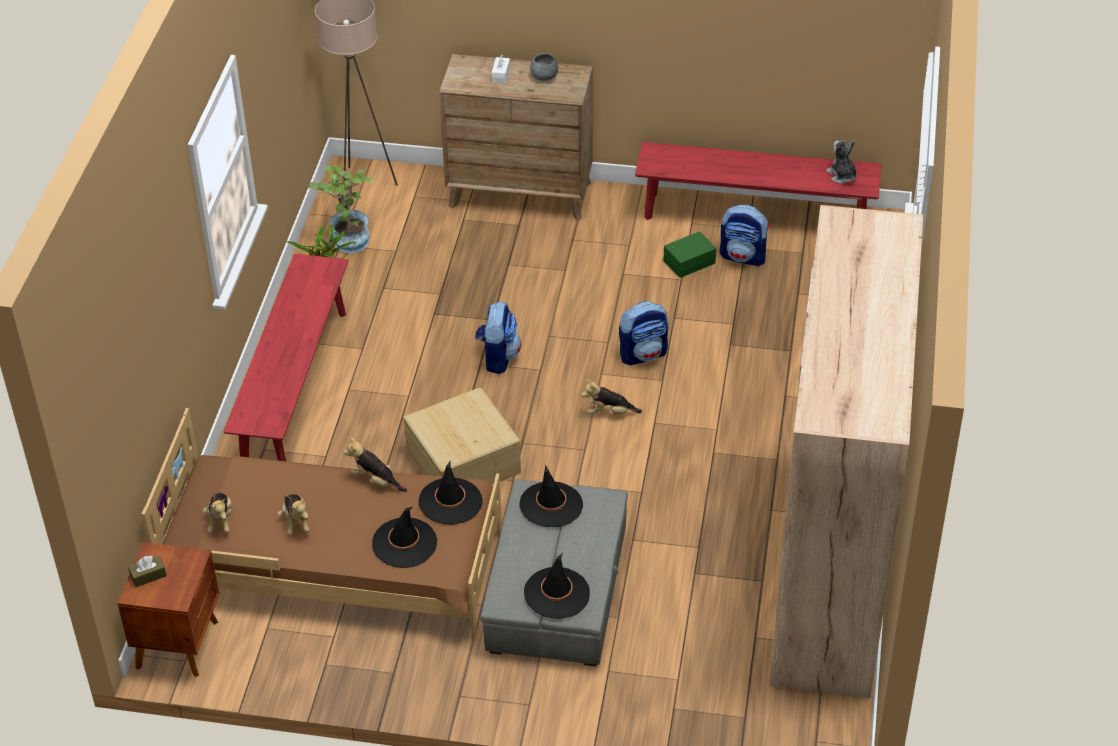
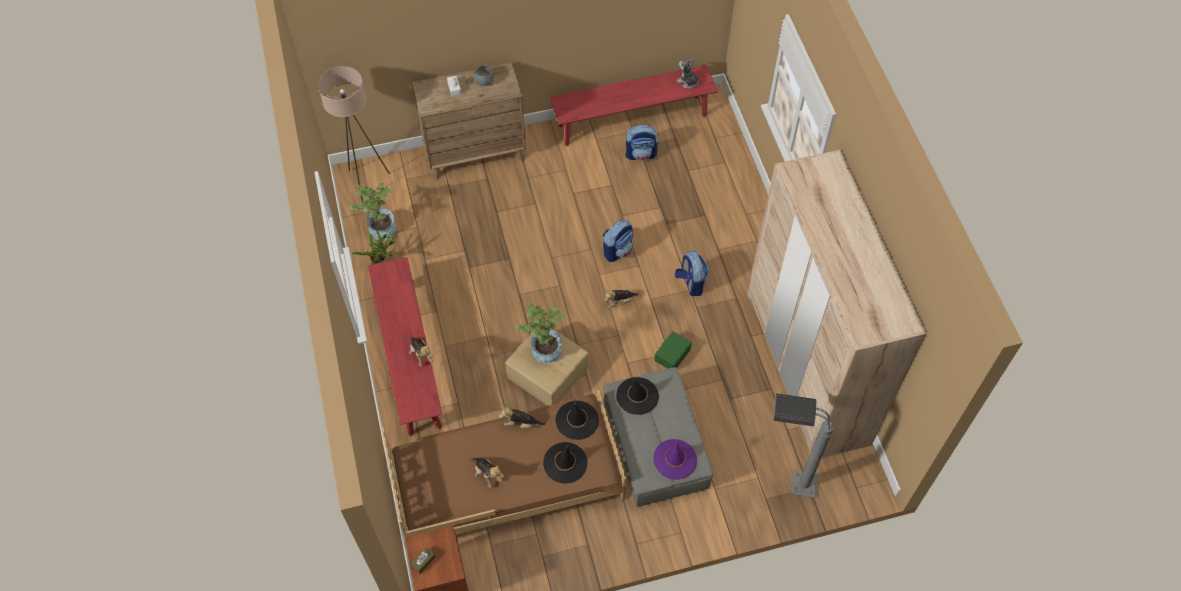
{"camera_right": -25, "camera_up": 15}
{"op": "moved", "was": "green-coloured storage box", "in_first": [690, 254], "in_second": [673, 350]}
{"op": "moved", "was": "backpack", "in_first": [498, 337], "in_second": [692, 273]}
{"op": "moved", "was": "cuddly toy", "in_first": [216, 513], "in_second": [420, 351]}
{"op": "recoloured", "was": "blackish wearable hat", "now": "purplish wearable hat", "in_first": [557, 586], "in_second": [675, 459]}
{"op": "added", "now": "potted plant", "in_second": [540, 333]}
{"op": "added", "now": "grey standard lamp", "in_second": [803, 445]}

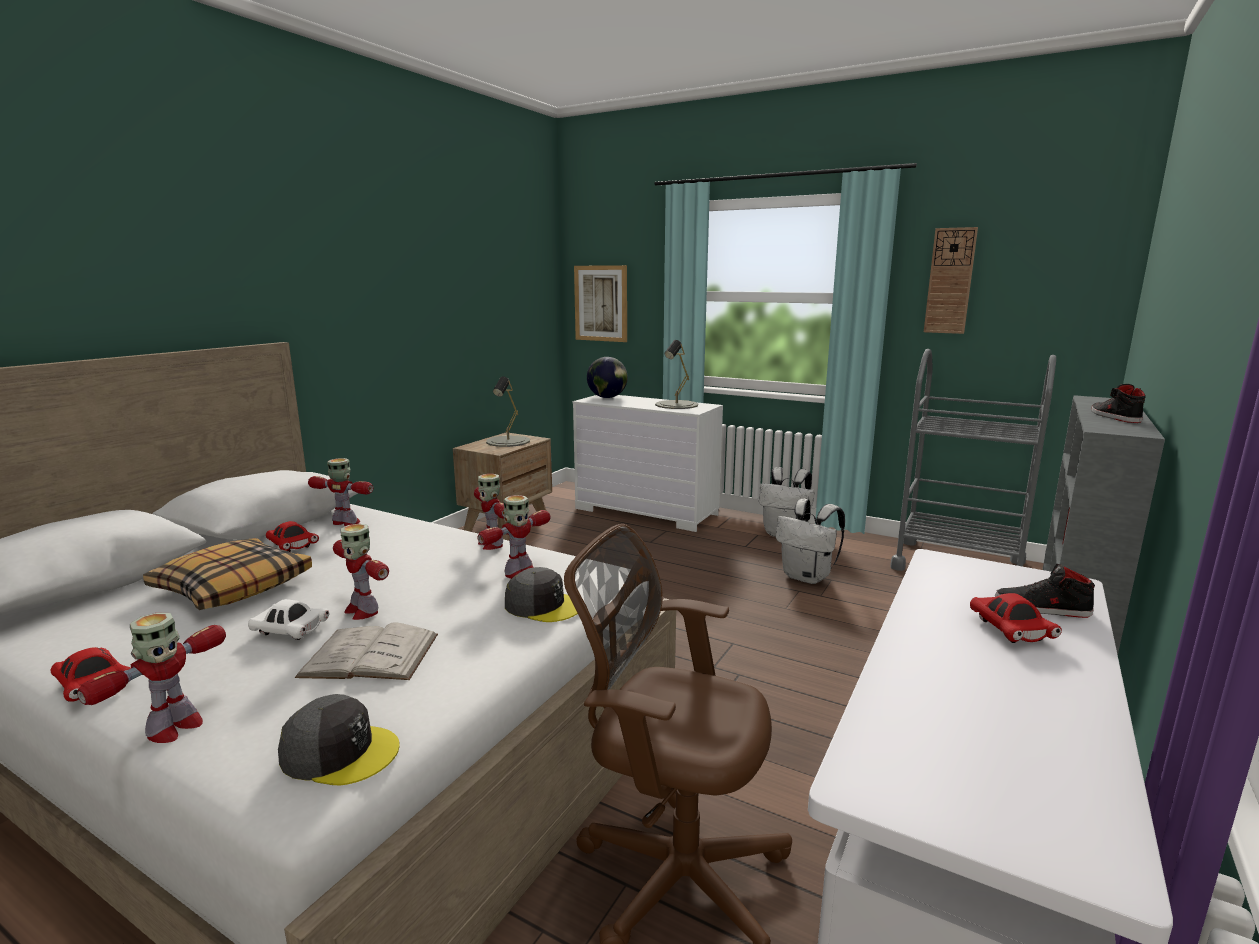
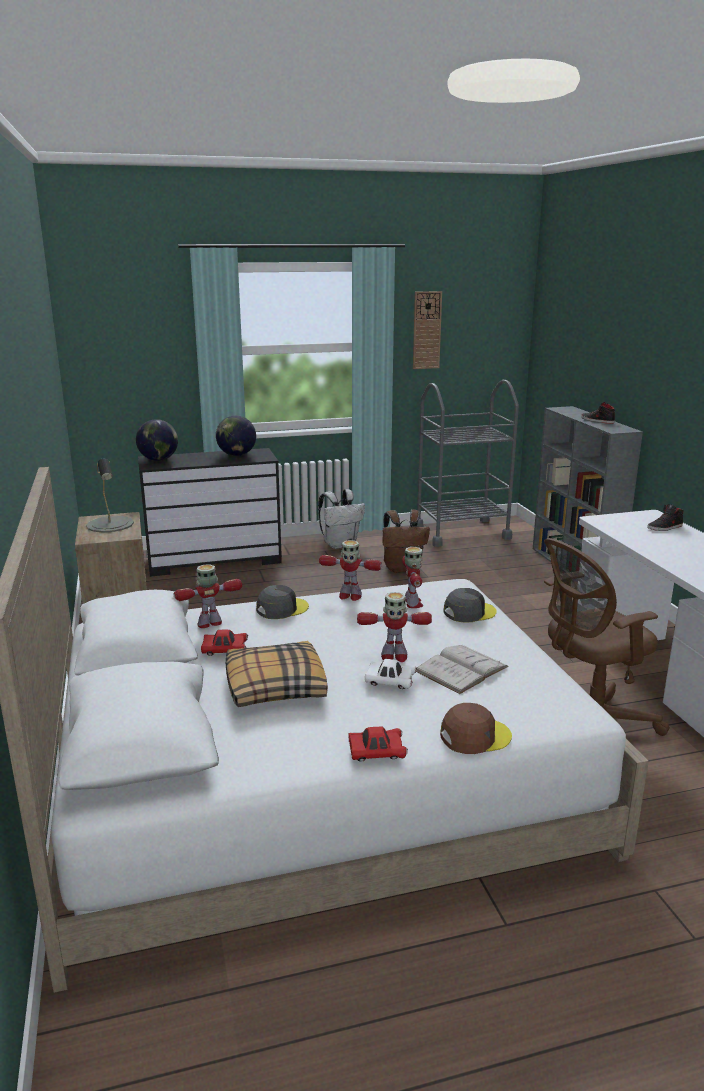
{"camera_right": -45, "camera_up": 5}
{"op": "removed", "was": "wall art", "in_first": [600, 303]}
{"op": "replaced", "was": "grey table lamp", "now": "globe", "in_first": [676, 374], "in_second": [236, 435]}
{"op": "recoloured", "was": "white dresser", "now": "blackish dresser", "in_first": [648, 463], "in_second": [210, 512]}
{"op": "recoloured", "was": "white backpack", "now": "brown-coloured backpack", "in_first": [810, 541], "in_second": [406, 541]}
{"op": "removed", "was": "red-coloured miniature car", "in_first": [1016, 618]}
{"op": "turned", "was": "white miniature car", "in_first": [288, 619], "in_second": [391, 674], "clockwise": 45}
{"op": "replaced", "was": "toy robot", "now": "brown-coloured peaked cap", "in_first": [151, 677], "in_second": [476, 728]}
{"op": "moved", "was": "grey peaked cap", "in_first": [339, 739], "in_second": [282, 602]}

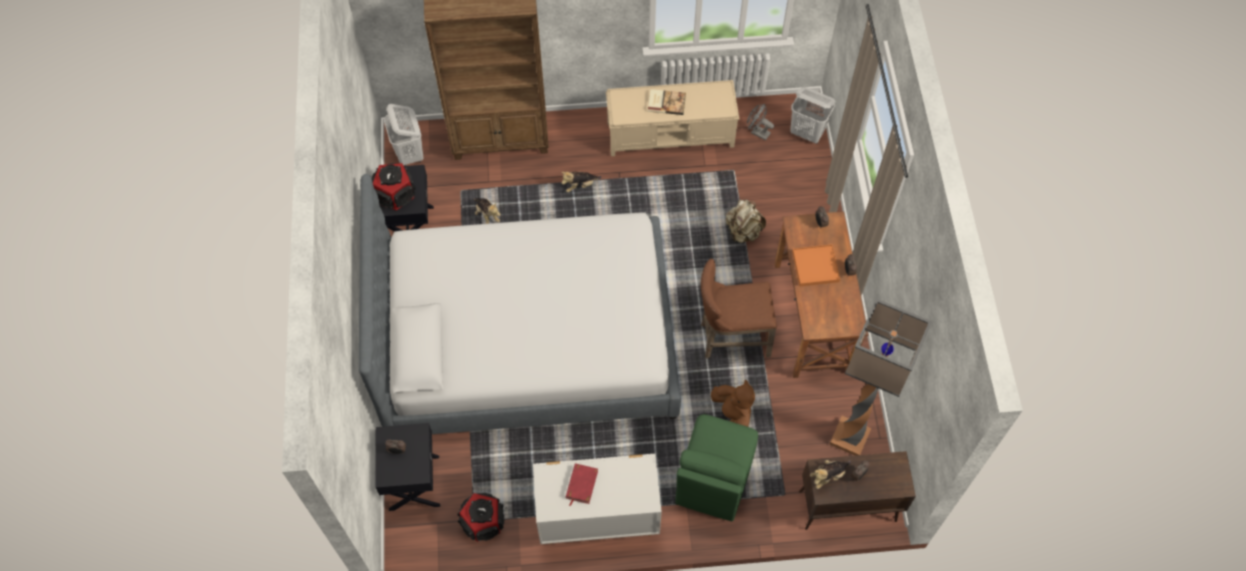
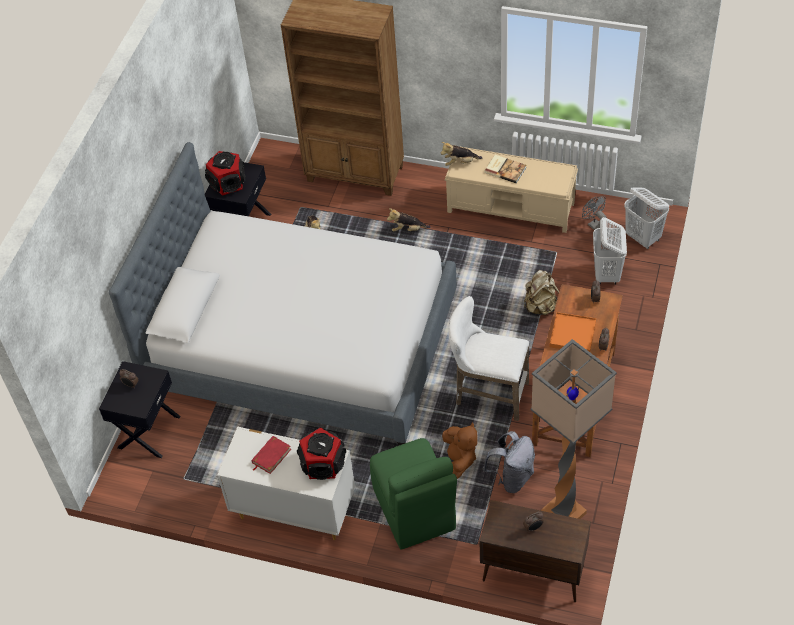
{"camera_right": 25, "camera_up": -10}
{"op": "moved", "was": "white washing basket", "in_first": [404, 135], "in_second": [610, 251]}
{"op": "recoloured", "was": "brown-coloured stool seat", "now": "white stool seat", "in_first": [739, 308], "in_second": [488, 358]}
{"op": "turned", "was": "green-coloured plain chair", "in_first": [717, 467], "in_second": [413, 494], "clockwise": -60}
{"op": "moved", "was": "cuddly toy", "in_first": [830, 474], "in_second": [461, 154]}
{"op": "moved", "was": "loudspeaker", "in_first": [481, 517], "in_second": [321, 454]}
{"op": "added", "now": "grey backpack", "in_second": [509, 462]}

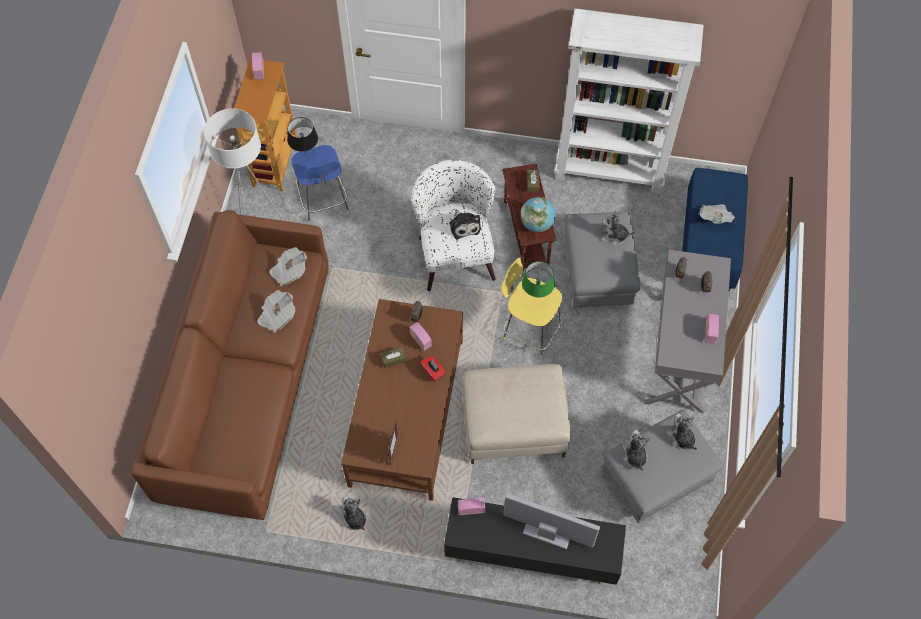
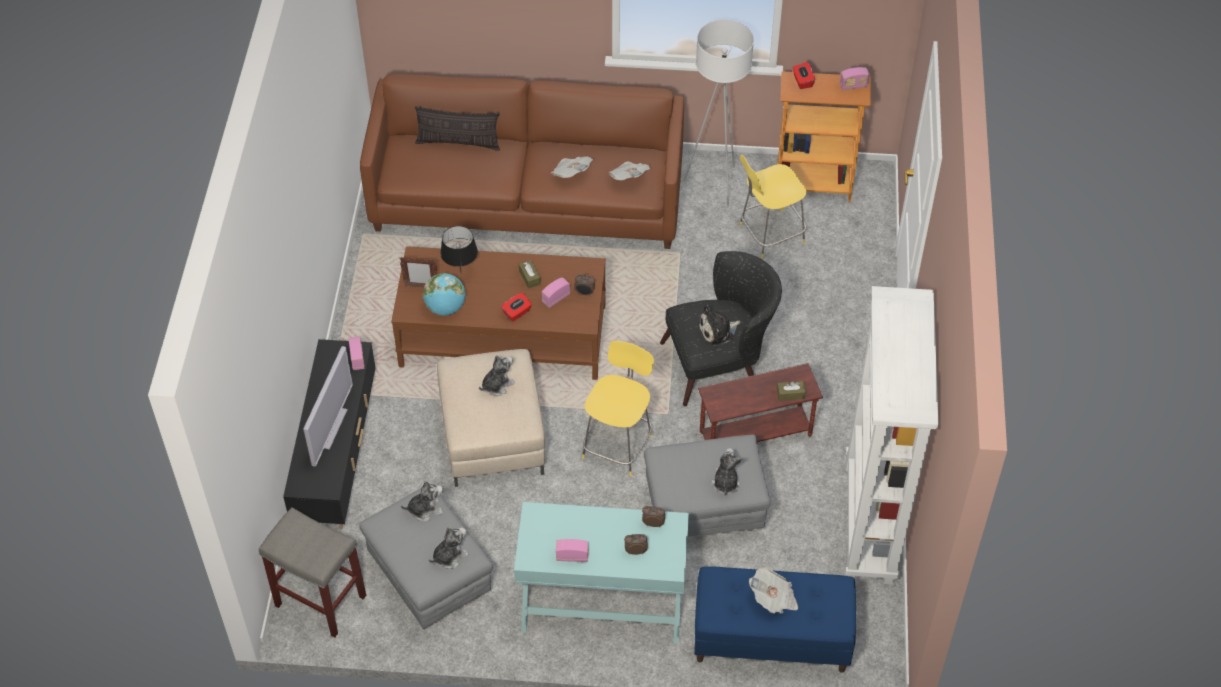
{"camera_right": 85, "camera_up": -10}
{"op": "moved", "was": "blackish table lamp", "in_first": [302, 135], "in_second": [459, 247]}
{"op": "recoloured", "was": "bluish stool seat", "now": "yellowish stool seat", "in_first": [320, 183], "in_second": [772, 207]}
{"op": "recoloured", "was": "white armchair", "now": "blackish armchair", "in_first": [453, 225], "in_second": [721, 328]}
{"op": "moved", "was": "globe", "in_first": [538, 214], "in_second": [444, 294]}
{"op": "recoloured", "was": "grey narrow table", "now": "turquoise narrow table", "in_first": [687, 331], "in_second": [601, 572]}
{"op": "removed", "was": "green-coloured table lamp", "in_first": [538, 279]}
{"op": "moved", "was": "cuddly toy", "in_first": [354, 512], "in_second": [497, 375]}
{"op": "added", "now": "red-coloured box of tissues", "in_second": [804, 75]}
{"op": "added", "now": "cushion", "in_second": [457, 128]}
{"op": "added", "now": "grey stool seat", "in_second": [312, 572]}

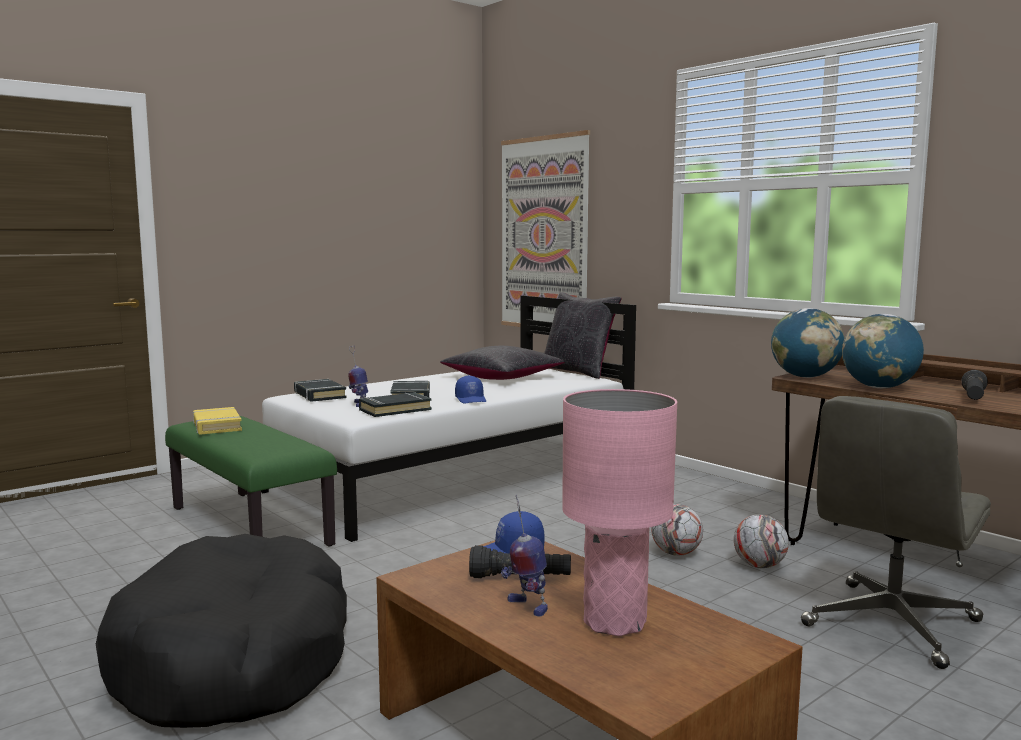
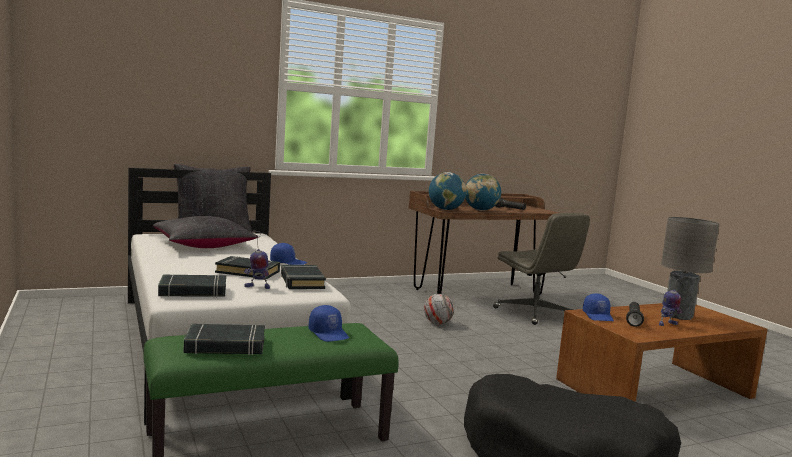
{"camera_right": -75, "camera_up": 0}
{"op": "removed", "was": "wall art", "in_first": [545, 228]}
{"op": "recoloured", "was": "pink-coloured table lamp", "now": "grey table lamp", "in_first": [619, 513], "in_second": [690, 268]}
{"op": "recoloured", "was": "yellowish volume", "now": "blackish volume", "in_first": [217, 420], "in_second": [224, 339]}
{"op": "removed", "was": "ball for football", "in_first": [761, 541]}
{"op": "added", "now": "bluish peaked cap", "in_second": [329, 323]}

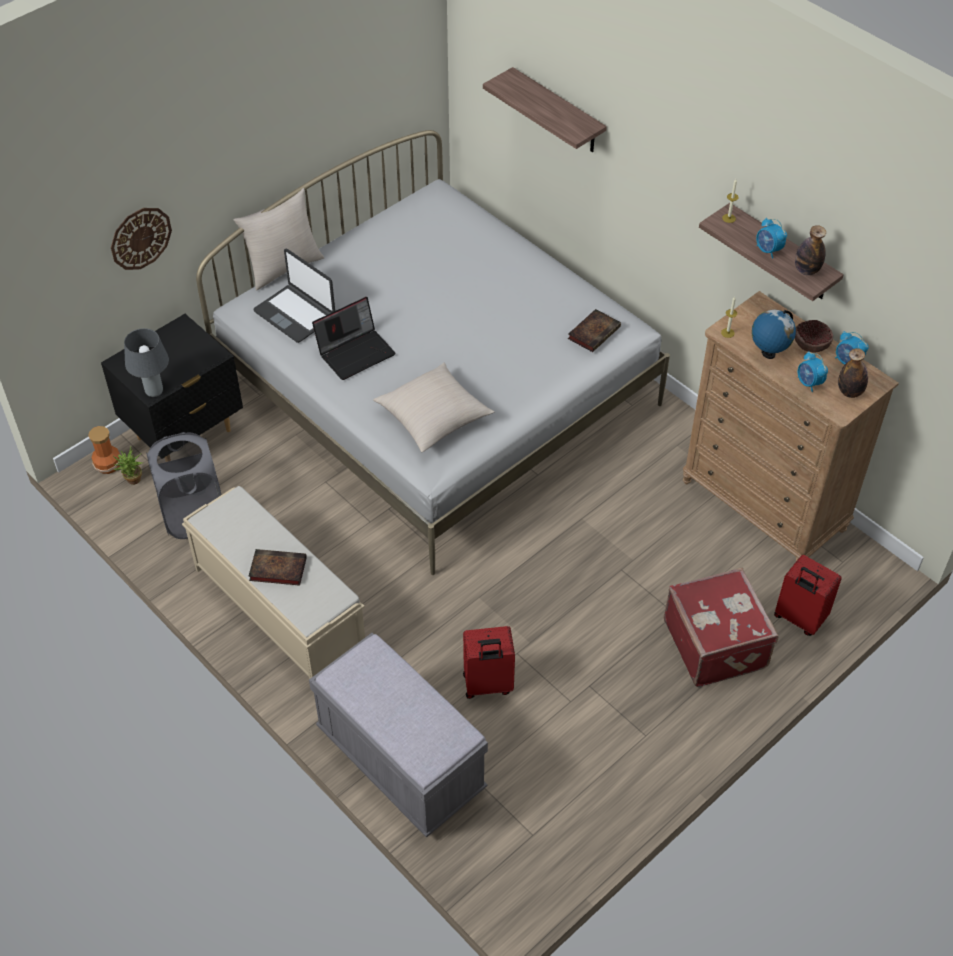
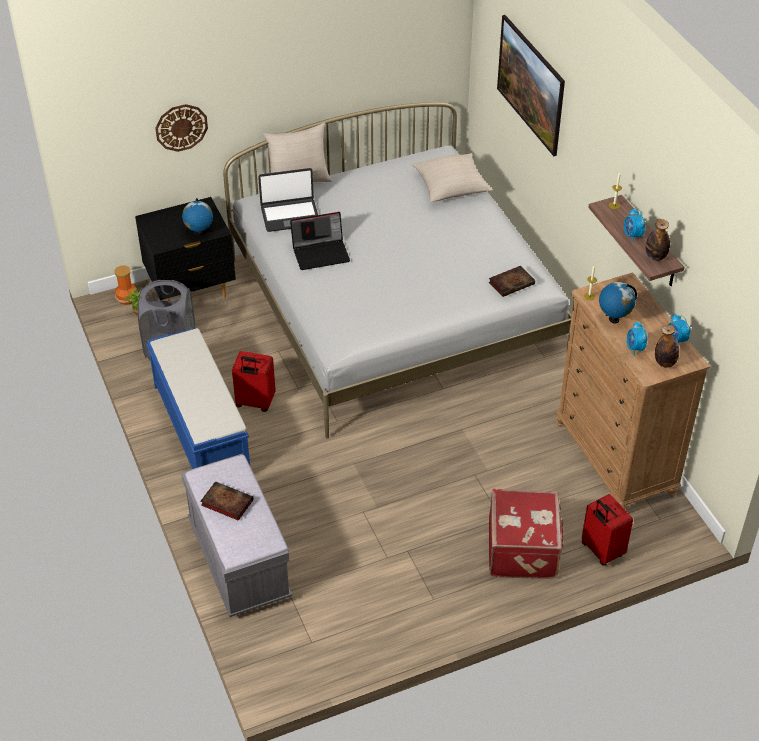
{"camera_right": 20, "camera_up": -5}
{"op": "replaced", "was": "wall shelf", "now": "wall art", "in_first": [545, 109], "in_second": [531, 85]}
{"op": "turned", "was": "laptop", "in_first": [294, 296], "in_second": [288, 200], "clockwise": -75}
{"op": "removed", "was": "bowl", "in_first": [814, 336]}
{"op": "removed", "was": "grey table lamp", "in_first": [146, 362]}
{"op": "moved", "was": "beige-coloured cushion", "in_first": [433, 407], "in_second": [452, 177]}
{"op": "recoloured", "was": "beige-coloured bench", "now": "bluish bench", "in_first": [273, 582], "in_second": [198, 398]}
{"op": "moved", "was": "volume", "in_first": [277, 567], "in_second": [226, 501]}
{"op": "moved", "was": "red-coloured travel case", "in_first": [489, 662], "in_second": [254, 381]}
{"op": "added", "now": "globe", "in_second": [197, 217]}

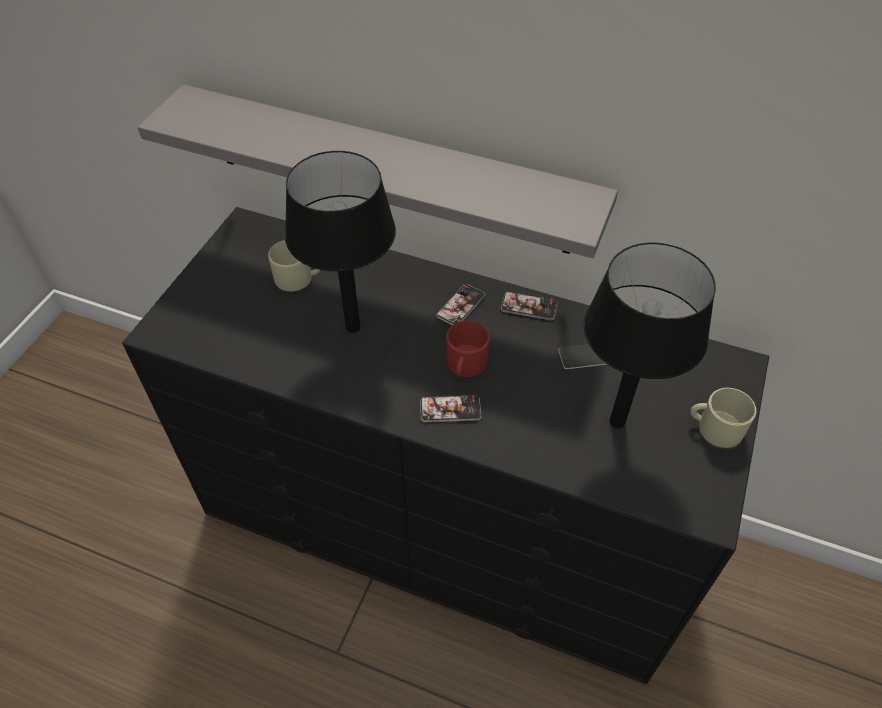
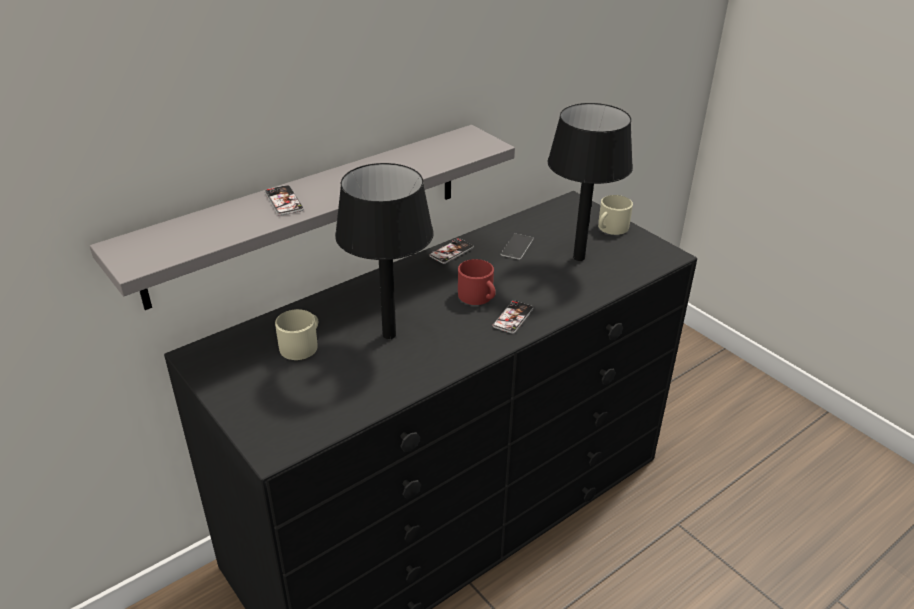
{"camera_right": -60, "camera_up": -15}
{"op": "moved", "was": "phone", "in_first": [460, 304], "in_second": [284, 200]}

